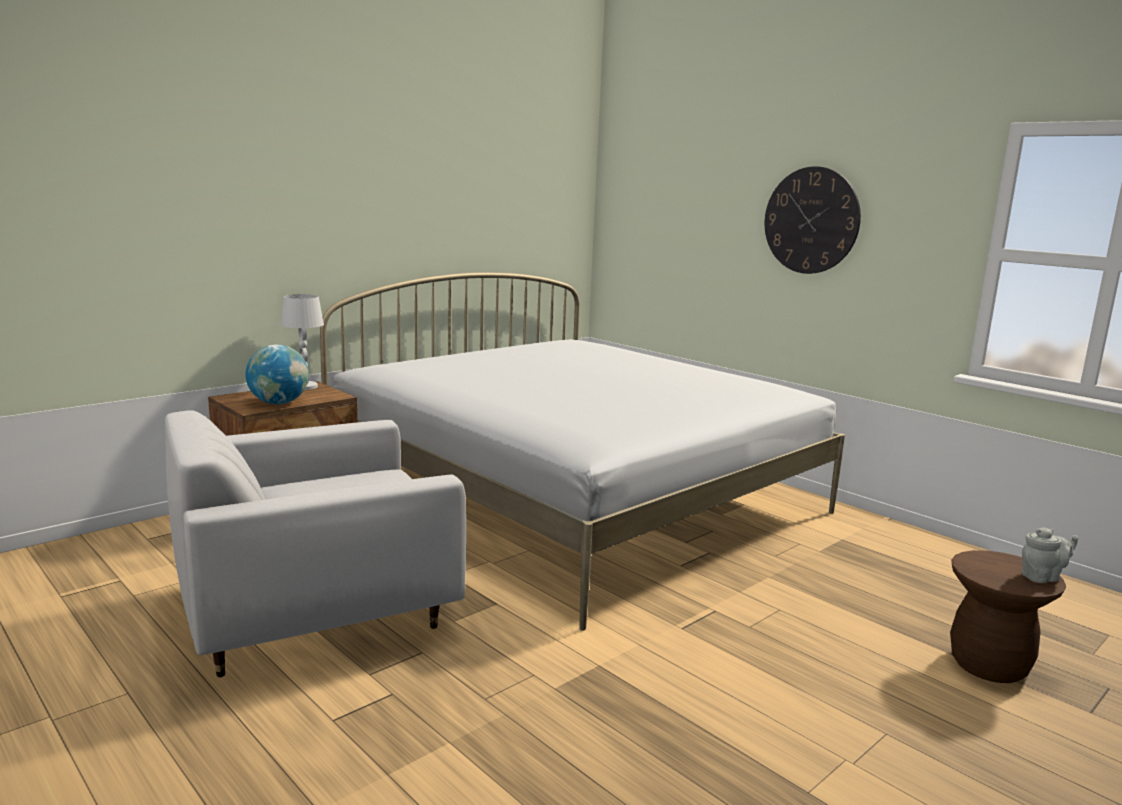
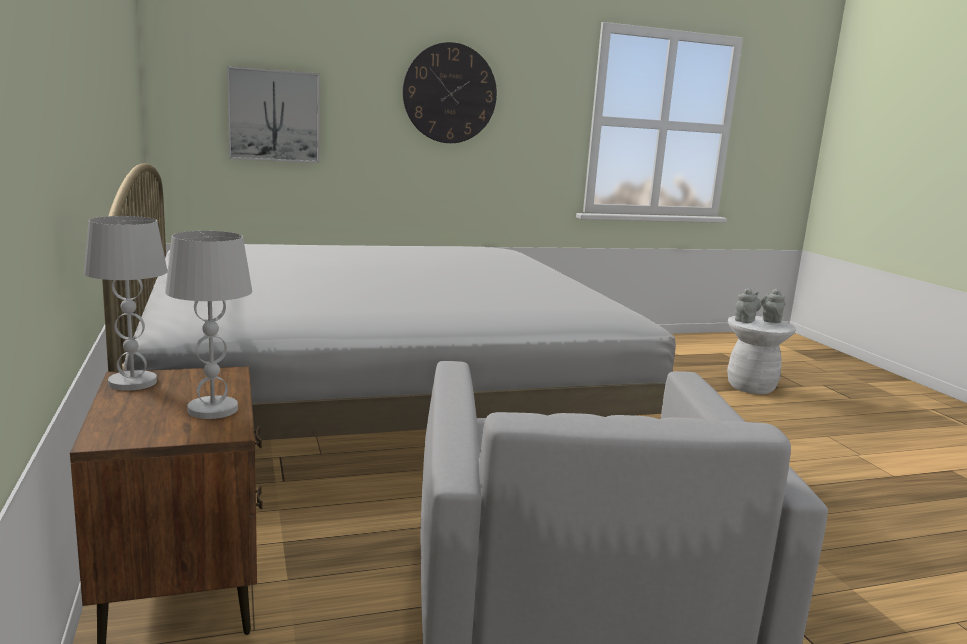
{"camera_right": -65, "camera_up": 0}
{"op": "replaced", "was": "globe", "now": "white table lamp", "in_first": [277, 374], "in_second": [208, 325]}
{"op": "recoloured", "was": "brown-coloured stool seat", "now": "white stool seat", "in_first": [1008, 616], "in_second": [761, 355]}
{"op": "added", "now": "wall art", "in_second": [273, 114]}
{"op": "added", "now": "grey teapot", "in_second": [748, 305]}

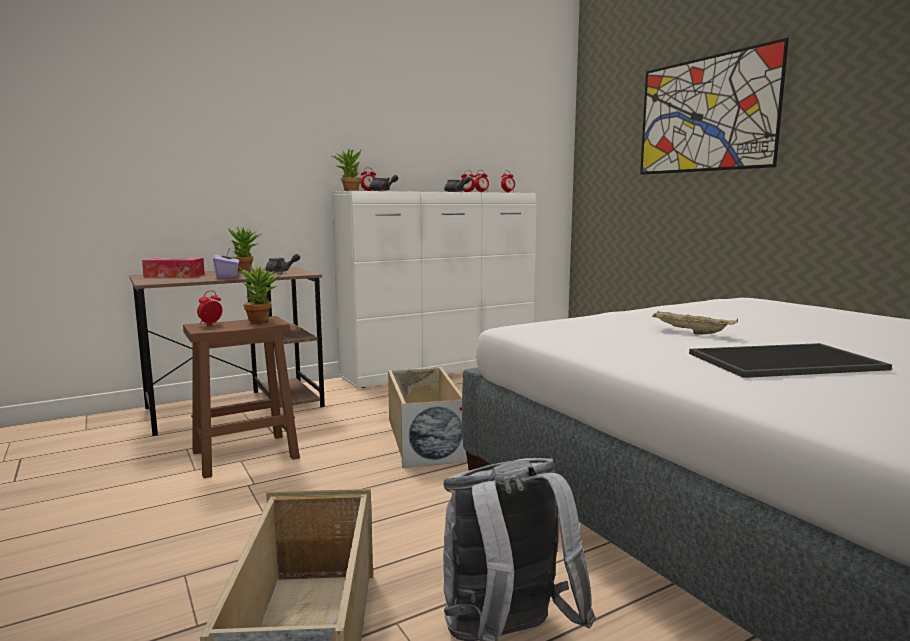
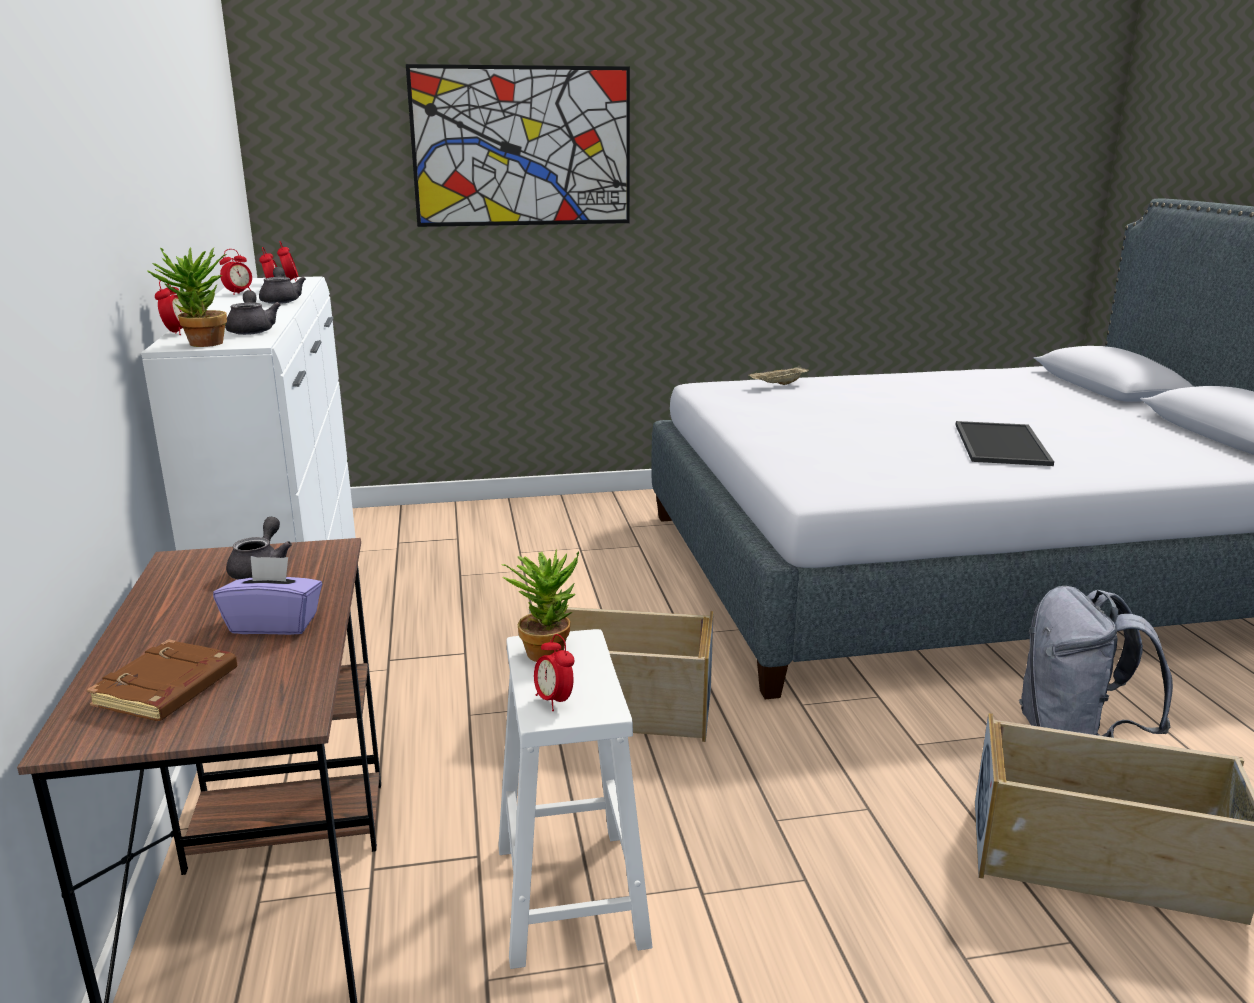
{"camera_right": -70, "camera_up": 10}
{"op": "removed", "was": "potted plant", "in_first": [245, 249]}
{"op": "replaced", "was": "box of tissues", "now": "brown-coloured volume", "in_first": [173, 268], "in_second": [162, 680]}
{"op": "moved", "was": "beige-coloured serving tray", "in_first": [695, 322], "in_second": [778, 375]}
{"op": "recoloured", "was": "brown-coloured stool seat", "now": "white stool seat", "in_first": [241, 397], "in_second": [575, 799]}

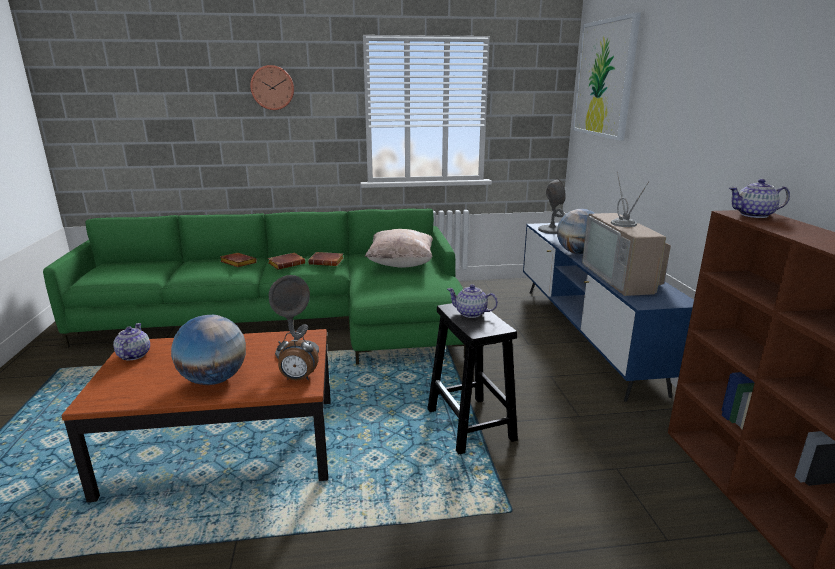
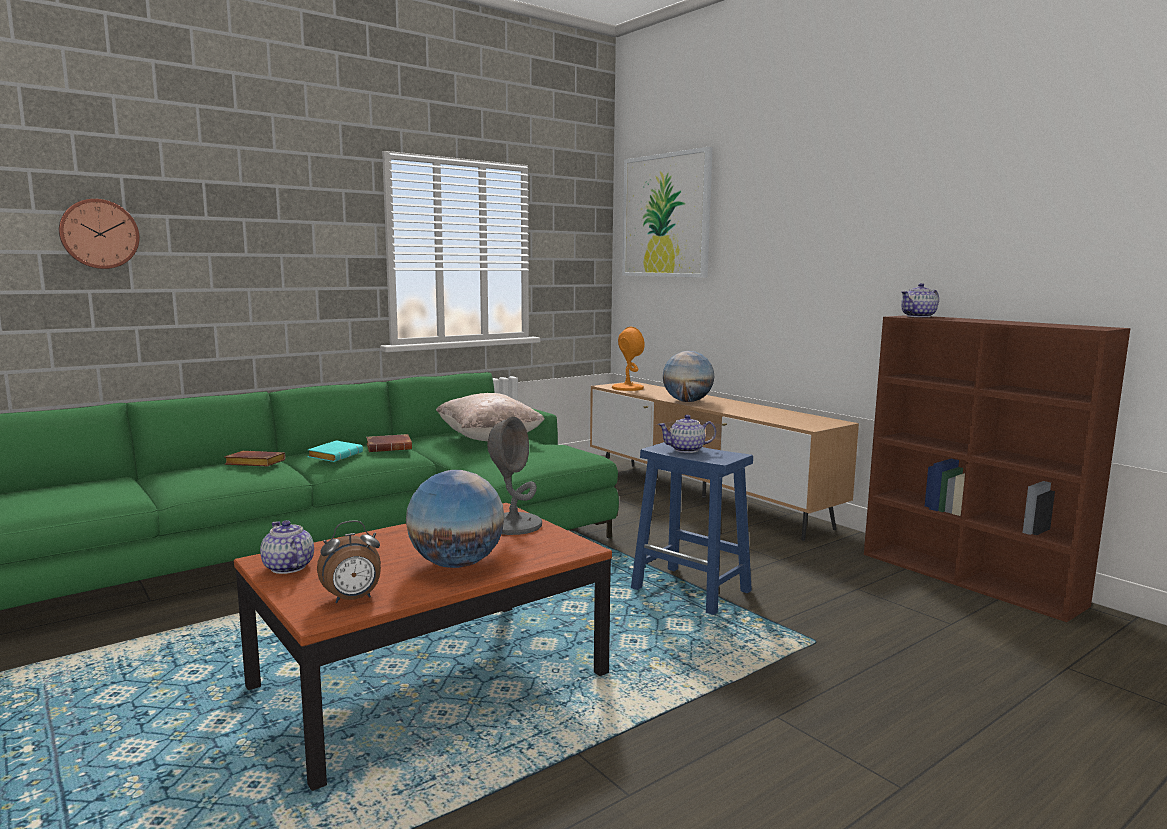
{"camera_right": -30, "camera_up": -10}
{"op": "moved", "was": "hanging clock", "in_first": [272, 87], "in_second": [99, 234]}
{"op": "removed", "was": "TV", "in_first": [626, 233]}
{"op": "recoloured", "was": "grey table lamp", "now": "orangey table lamp", "in_first": [552, 206], "in_second": [628, 359]}
{"op": "recoloured", "was": "bluish tv unit", "now": "brown-coloured tv unit", "in_first": [608, 312], "in_second": [724, 461]}
{"op": "recoloured", "was": "brown-coloured volume", "now": "turquoise volume", "in_first": [286, 261], "in_second": [335, 451]}
{"op": "recoloured", "was": "blackish stool seat", "now": "bluish stool seat", "in_first": [472, 378], "in_second": [692, 528]}
{"op": "moved", "was": "alarm clock", "in_first": [298, 356], "in_second": [349, 562]}

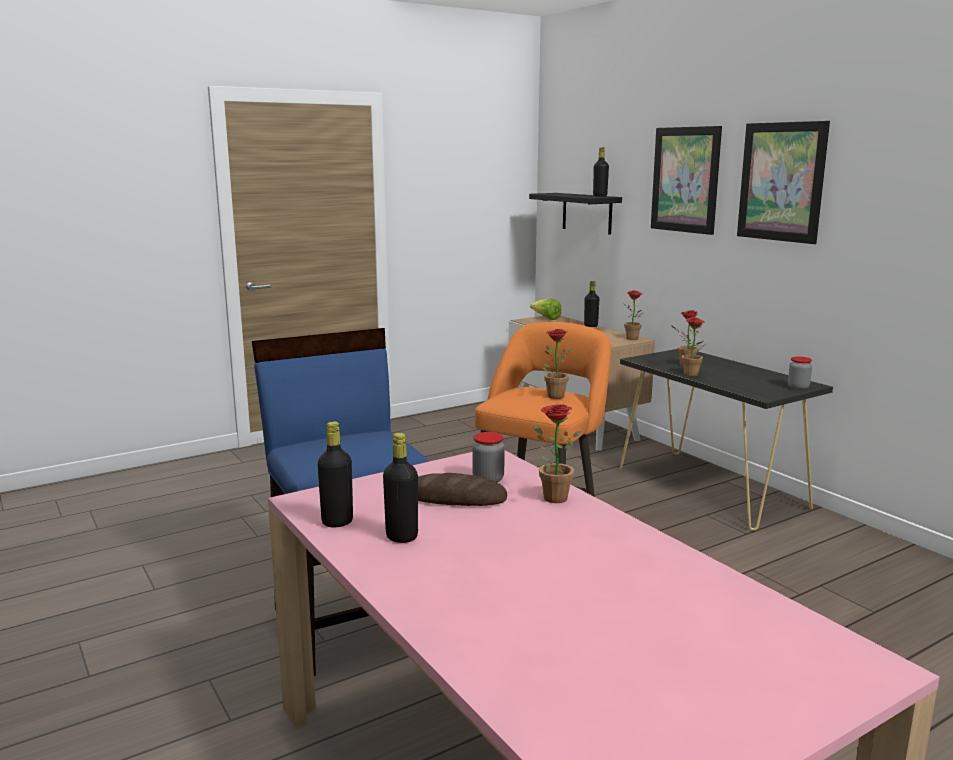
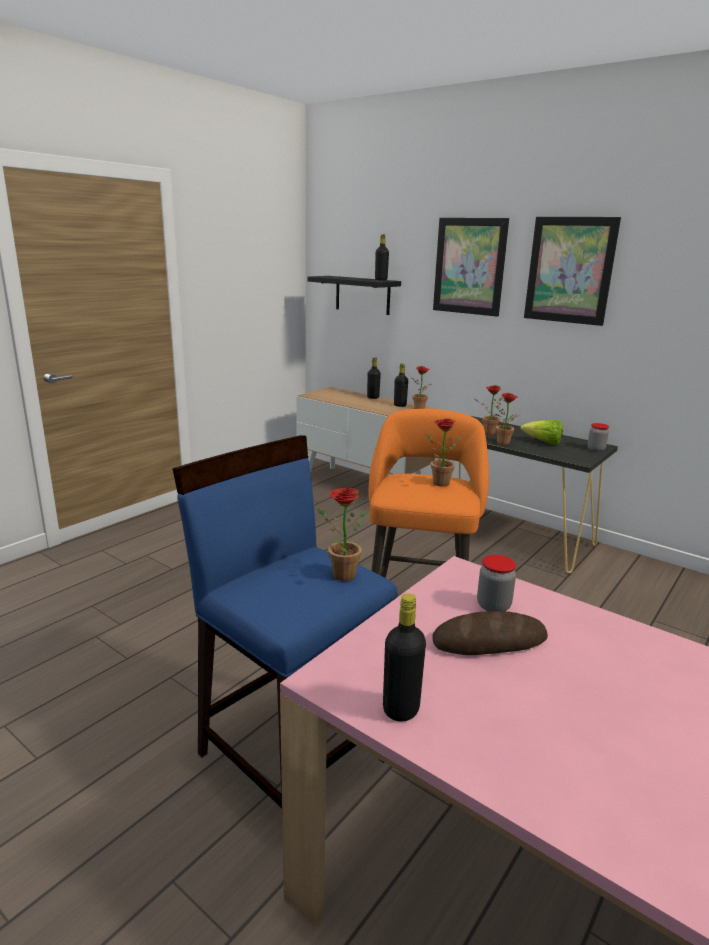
{"camera_right": -20, "camera_up": 5}
{"op": "moved", "was": "lettuce head", "in_first": [545, 309], "in_second": [541, 432]}
{"op": "moved", "was": "potted plant", "in_first": [557, 453], "in_second": [342, 534]}
{"op": "moved", "was": "blackish bottle", "in_first": [400, 488], "in_second": [401, 385]}

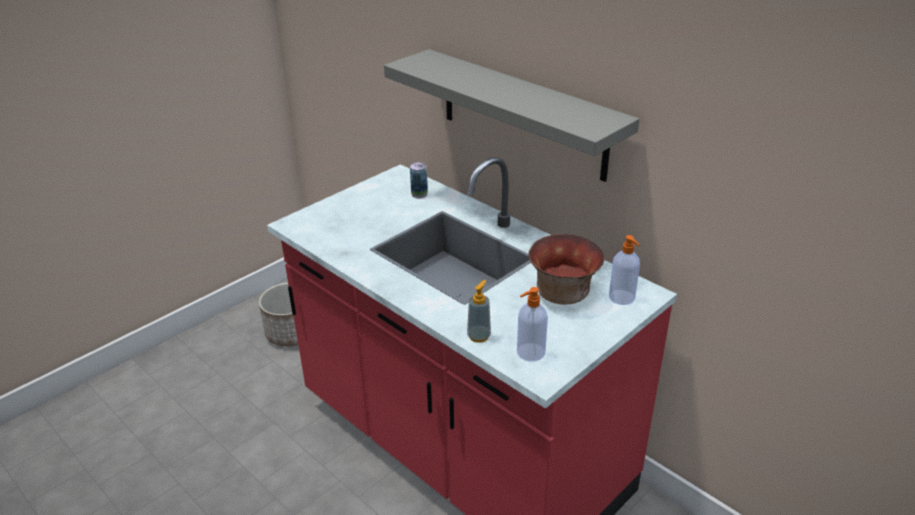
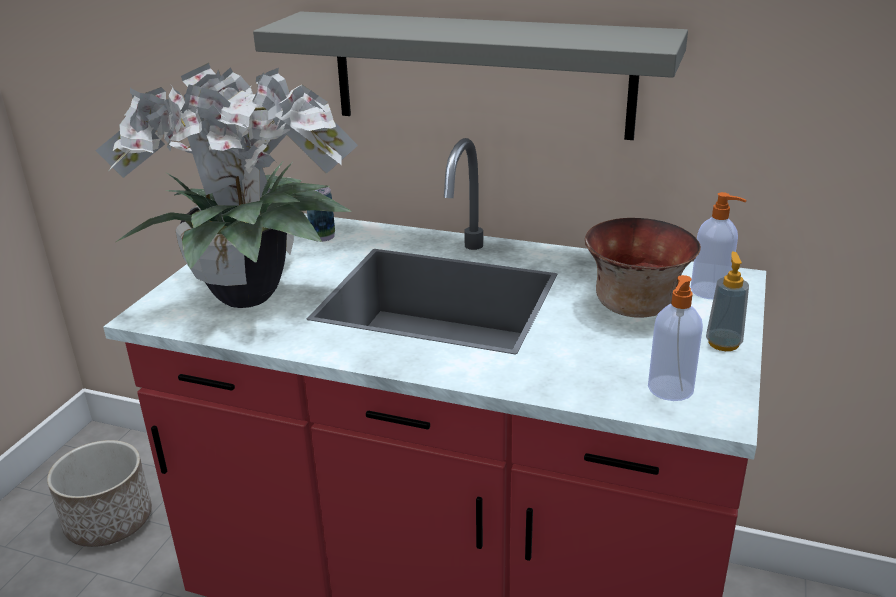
{"camera_right": -25, "camera_up": -5}
{"op": "moved", "was": "liquid soap bottle", "in_first": [479, 311], "in_second": [727, 301]}
{"op": "added", "now": "potted plant", "in_second": [226, 185]}

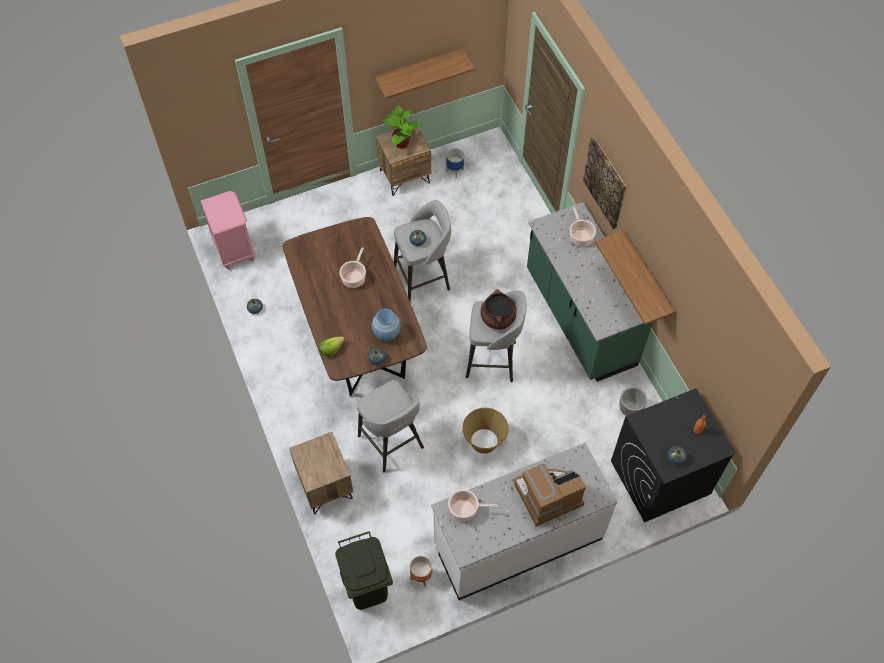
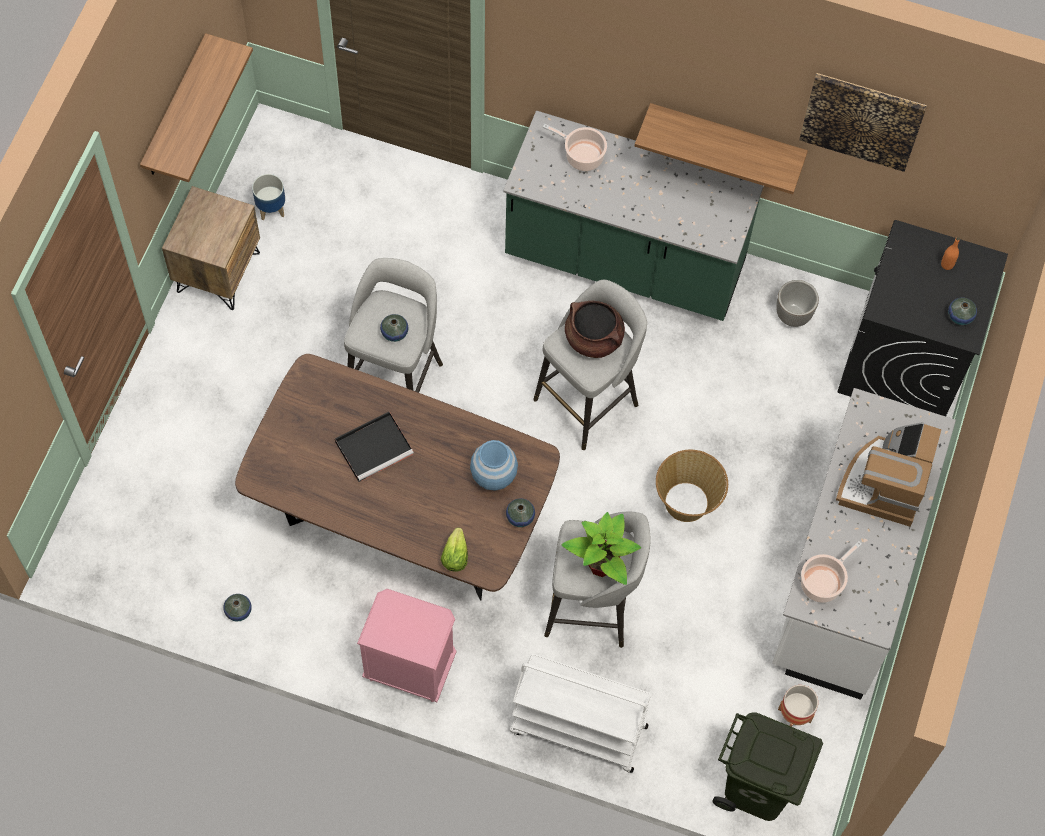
{"camera_right": -50, "camera_up": 5}
{"op": "moved", "was": "potted plant", "in_first": [403, 127], "in_second": [601, 548]}
{"op": "moved", "was": "wall art", "in_first": [604, 183], "in_second": [863, 122]}
{"op": "moved", "was": "pink-coloured nightstand", "in_first": [228, 230], "in_second": [406, 645]}
{"op": "replaced", "was": "cooking pot", "now": "blackish serving tray", "in_first": [352, 267], "in_second": [374, 447]}
{"op": "replaced", "was": "brown-coloured nightstand", "now": "white cart", "in_first": [321, 473], "in_second": [580, 713]}

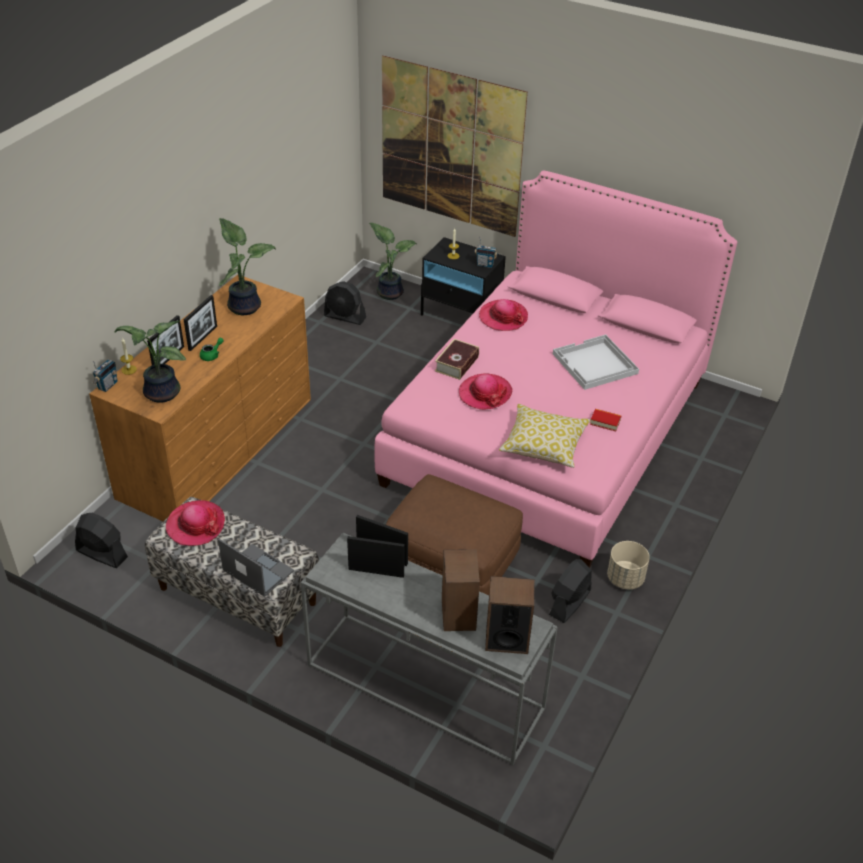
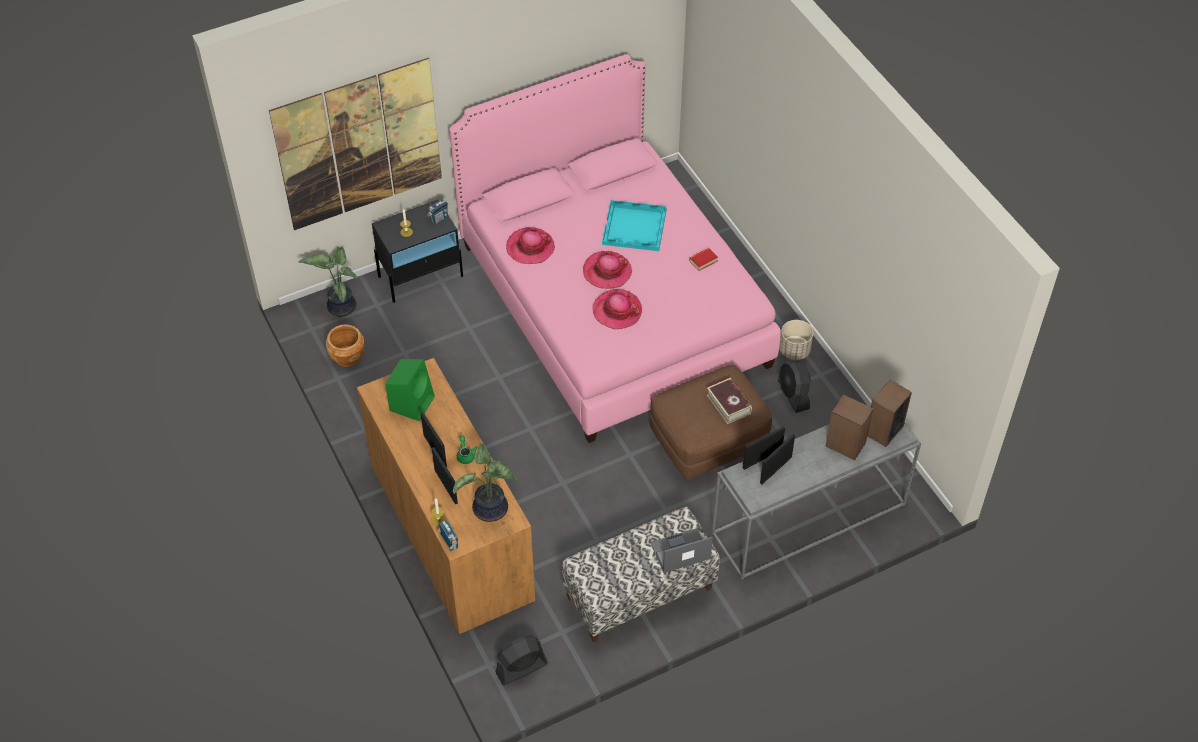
{"camera_right": -55, "camera_up": 10}
{"op": "replaced", "was": "potted plant", "now": "green-coloured loudspeaker", "in_first": [247, 266], "in_second": [410, 390]}
{"op": "replaced", "was": "blackish fan", "now": "brown-coloured planter", "in_first": [345, 303], "in_second": [345, 345]}
{"op": "recoloured", "was": "white serving tray", "now": "turquoise serving tray", "in_first": [596, 362], "in_second": [634, 225]}
{"op": "moved", "was": "volume", "in_first": [457, 359], "in_second": [729, 401]}
{"op": "removed", "was": "cushion", "in_first": [545, 436]}
{"op": "moved", "was": "wearable hat", "in_first": [195, 523], "in_second": [607, 270]}

